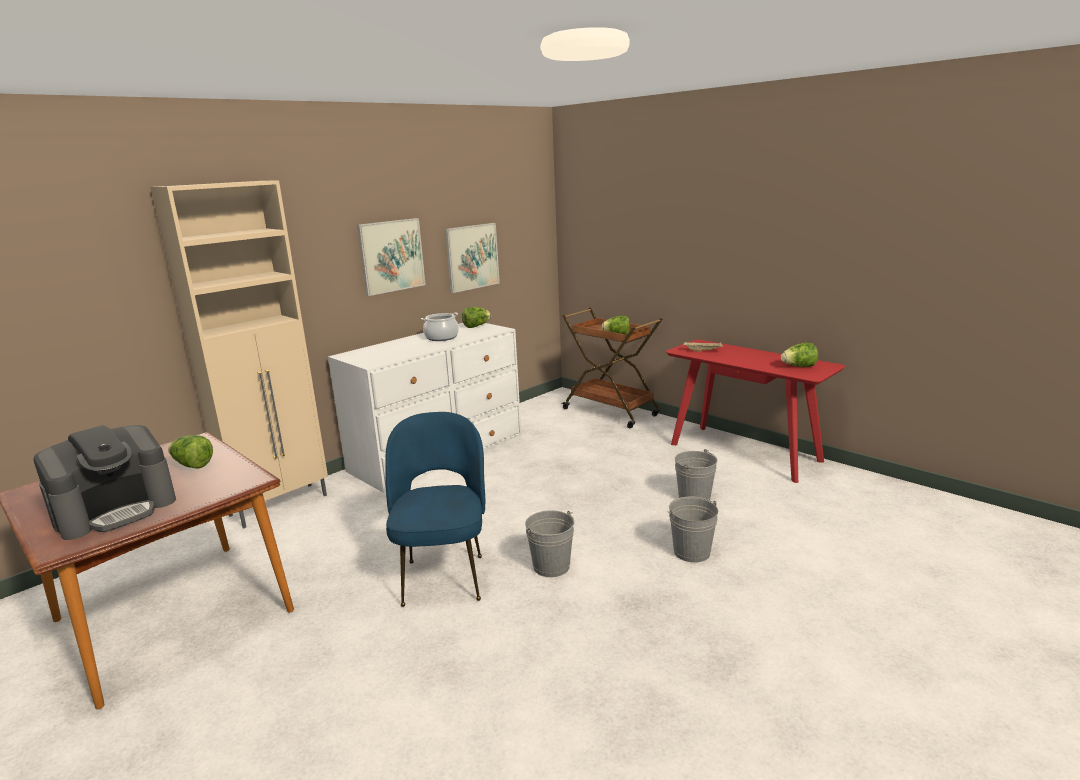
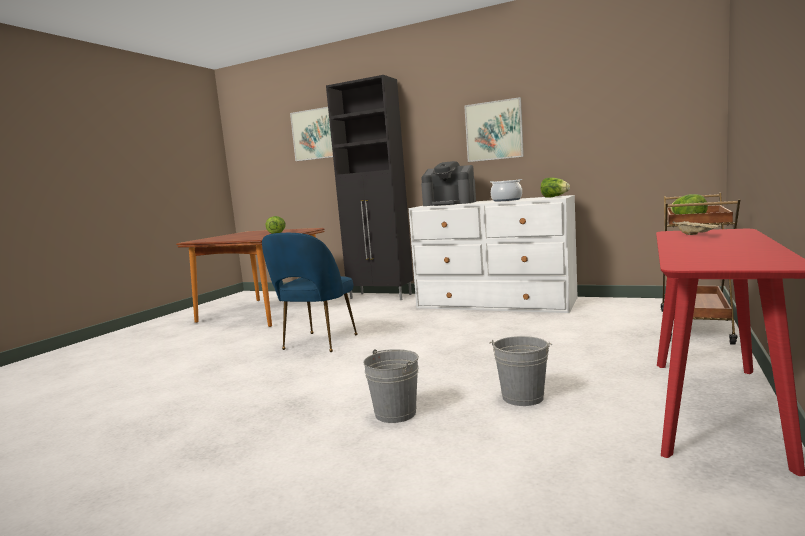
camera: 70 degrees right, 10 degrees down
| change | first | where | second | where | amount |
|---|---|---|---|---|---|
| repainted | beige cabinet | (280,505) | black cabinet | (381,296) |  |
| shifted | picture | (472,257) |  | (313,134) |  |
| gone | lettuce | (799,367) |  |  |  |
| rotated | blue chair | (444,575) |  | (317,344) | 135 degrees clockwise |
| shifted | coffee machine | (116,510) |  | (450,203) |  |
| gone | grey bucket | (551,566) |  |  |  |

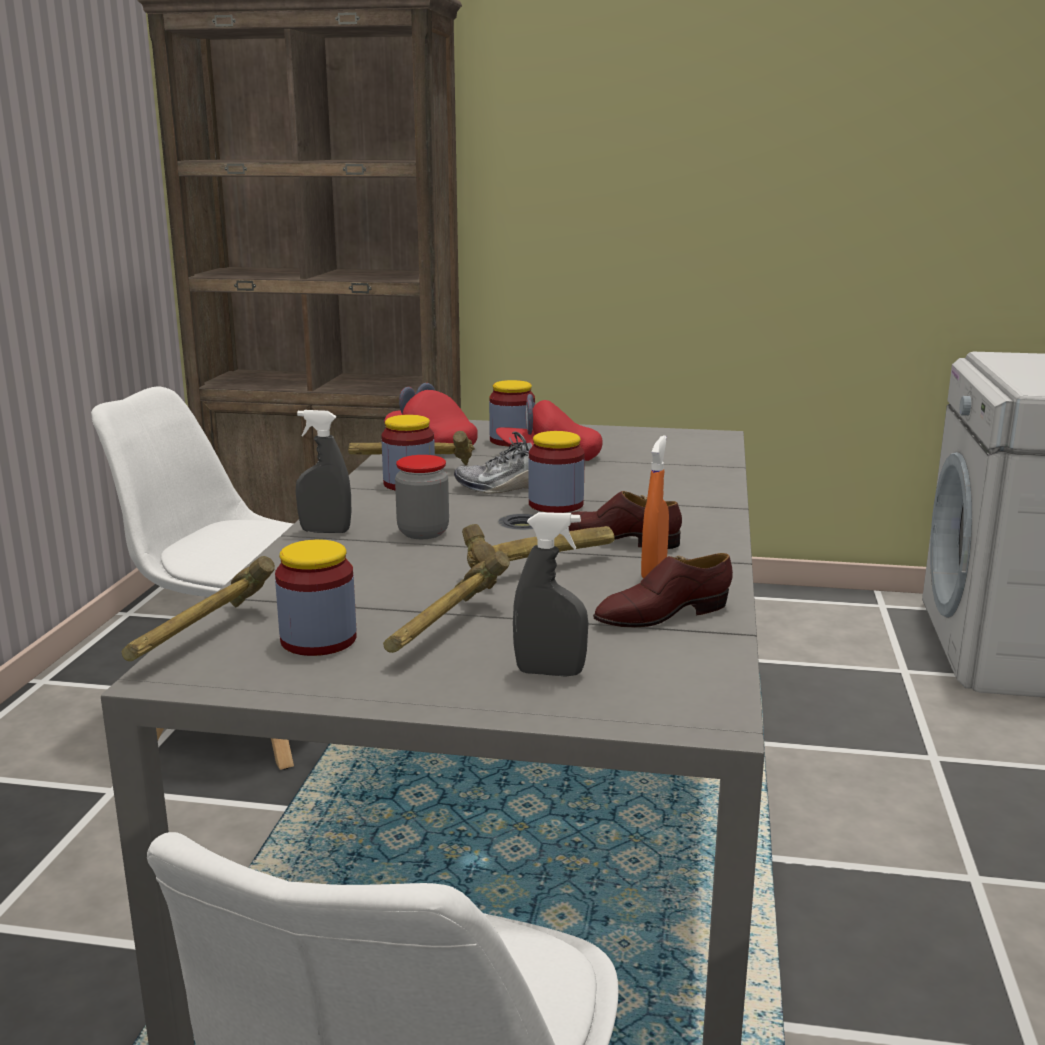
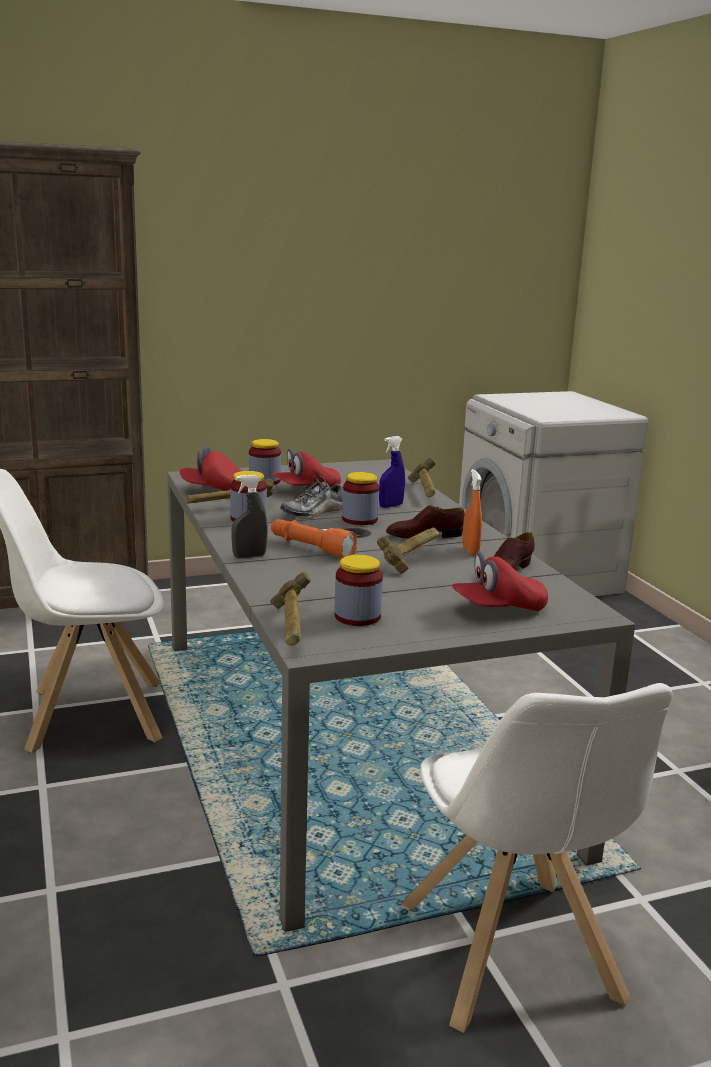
camera: 30 degrees left, 0 degrees up
| change | first | where | second | where | amount |
|---|---|---|---|---|---|
| swapped | jar | (423,533) | orange flashlight | (310,548) |  |
| swapped | grey spray bottle | (550,672) | red cap | (498,609) |  |
| shifted | hammer | (443,632) |  | (424,492) |  |
| new |  |  | blue spray bottle | (391,506) |  |

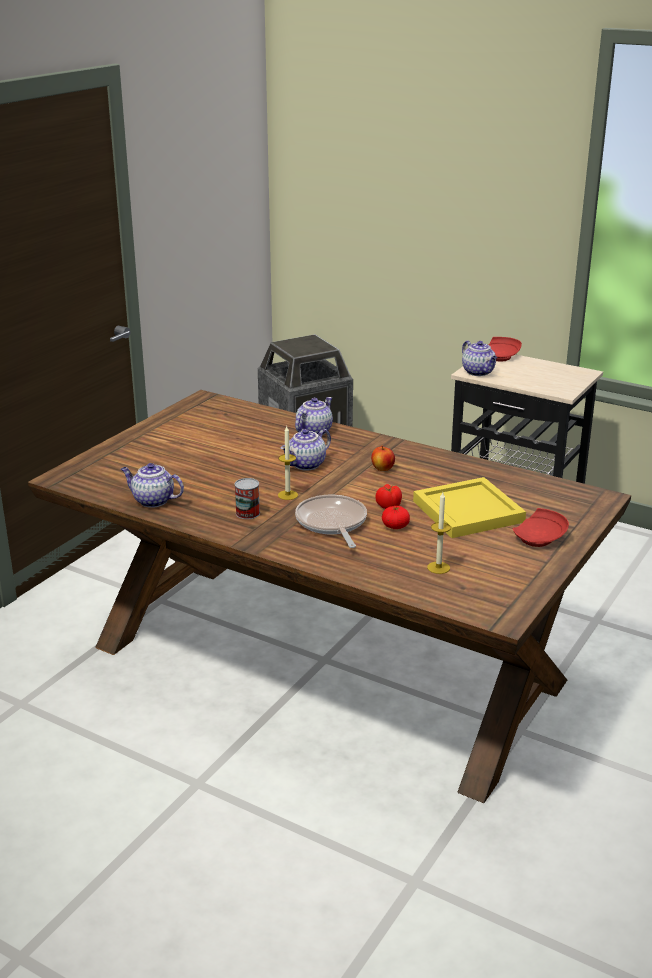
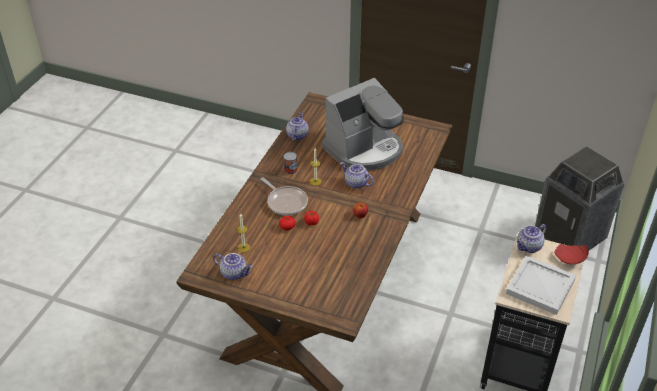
camera: 80 degrees right, 15 degrees up
| change | first | where | second | where | amount |
|---|---|---|---|---|---|
| shifted | teapot | (313,431) |  | (234,273) |  |
| gone | yellow tray | (467,512) |  |  |  |
| rotated | frying pan | (332,523) |  | (286,202) | 75 degrees clockwise |
| gone | red plate | (540,538) |  |  |  |
| new |  |  | coffee machine | (365,149) |  |
| new |  |  | white tray | (541,286) |  |

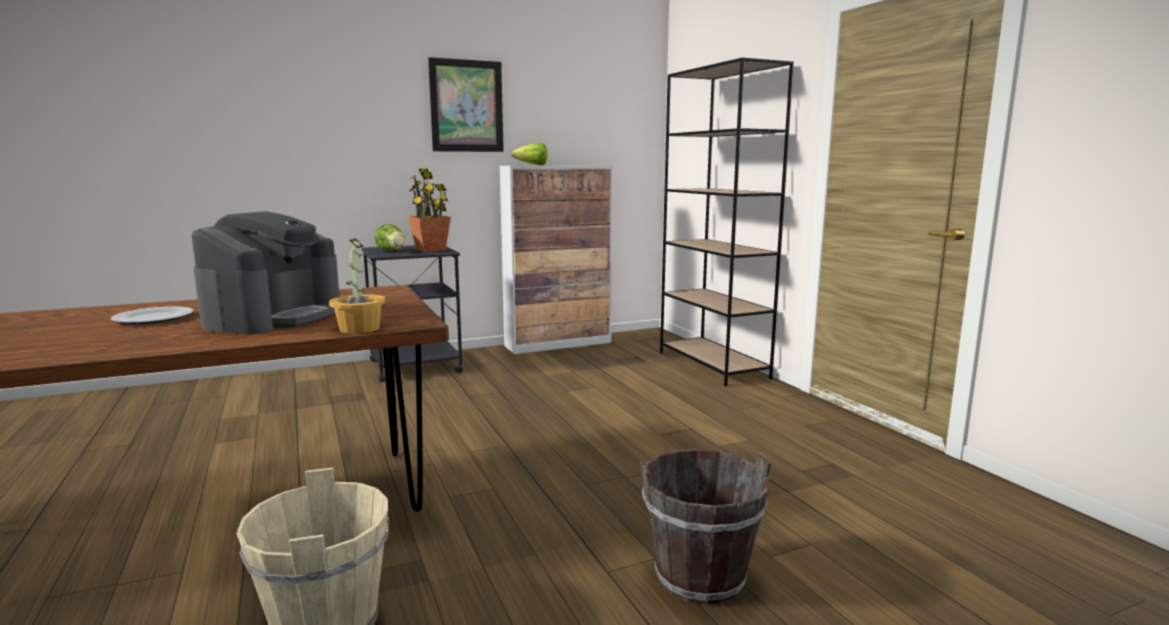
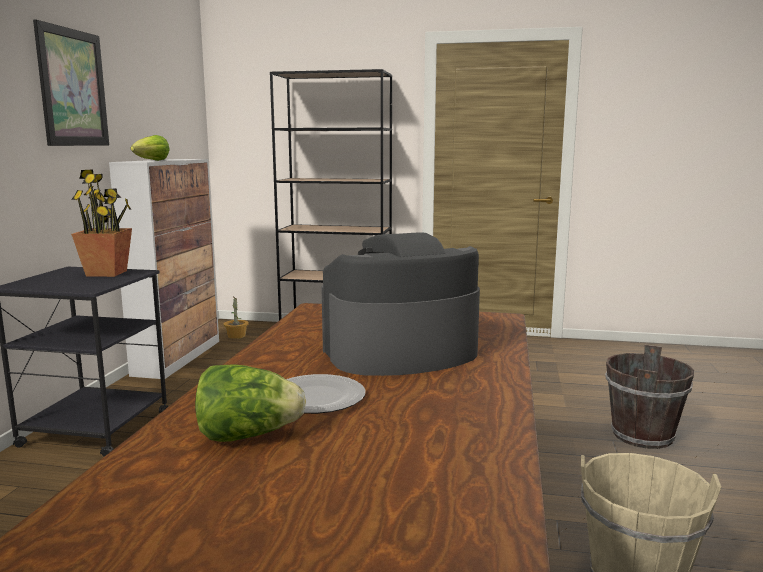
camera: 55 degrees left, 0 degrees up
| change | first | where | second | where | amount |
|---|---|---|---|---|---|
| rotated | coffee machine | (274,317) |  | (399,352) | 75 degrees counterclockwise |
| shifted | lettuce | (392,251) |  | (248,435) |  |
| shifted | potted plant | (359,328) |  | (236,336) |  |

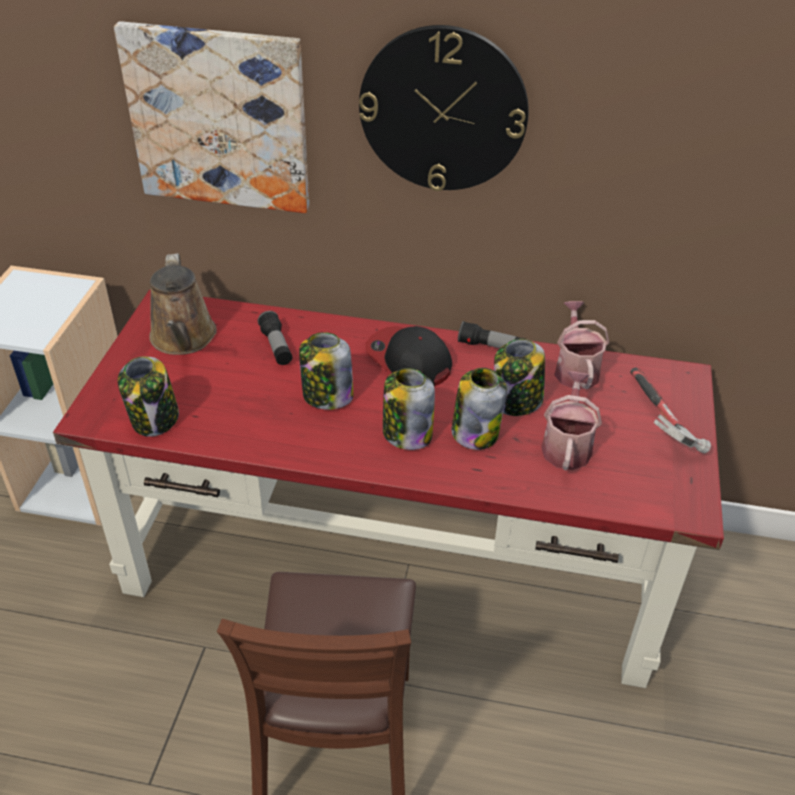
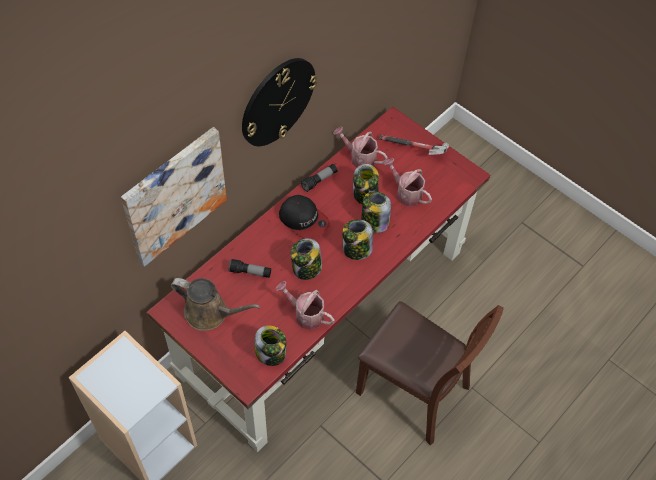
camera: 60 degrees left, 15 degrees up
| change | first | where | second | where | amount |
|---|---|---|---|---|---|
| rotated | cap | (408,360) |  | (304,220) | 120 degrees counterclockwise |
| new |  |  | watering can | (305,314) |  |

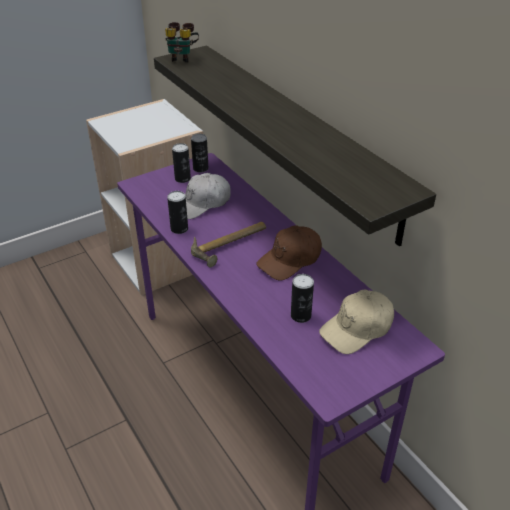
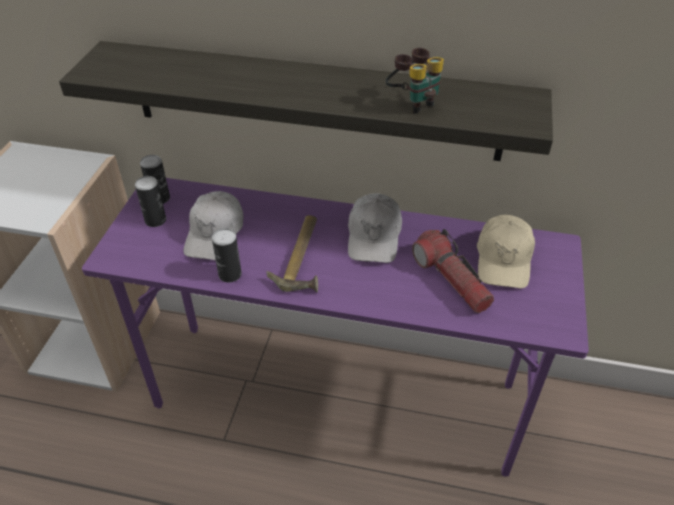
camera: 45 degrees left, 5 degrees up
| change | first | where | second | where | amount |
|---|---|---|---|---|---|
| shifted | binoculars | (182,58) |  | (413,102) |  |
| repainted | brown cap | (290,260) | white cap | (374,236) |  |
| swapped | can | (300,315) | flashlight | (451,280) |  |

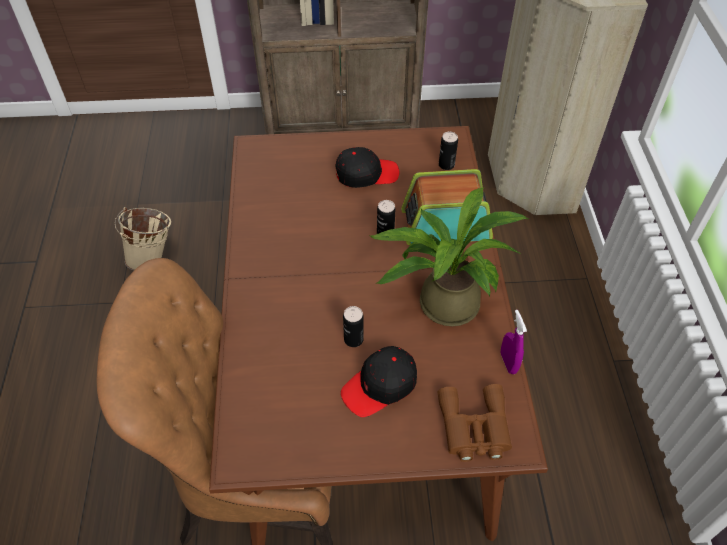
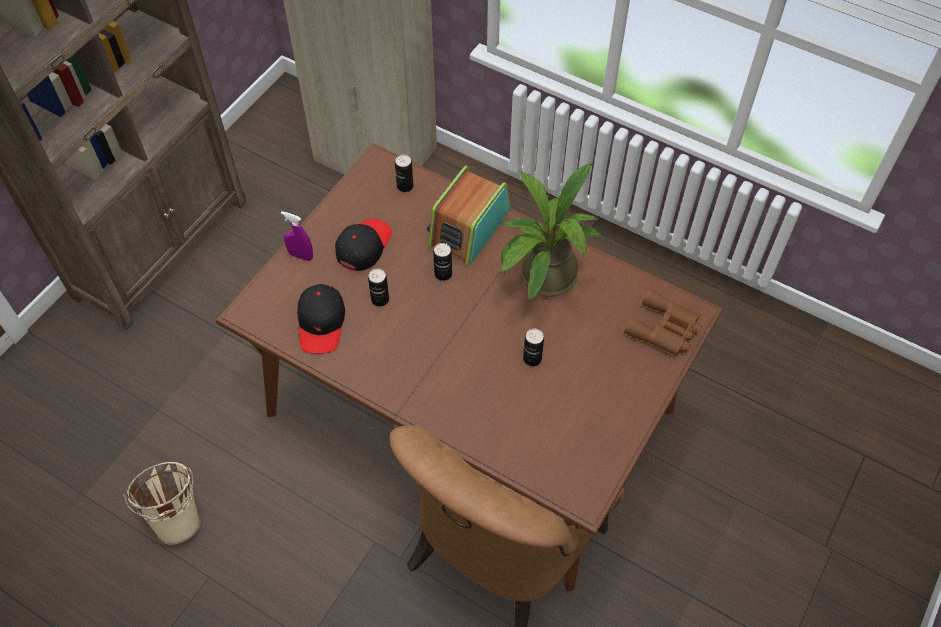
camera: 55 degrees left, 5 degrees up
| change | first | where | second | where | amount |
|---|---|---|---|---|---|
| shifted | purple spray bottle | (508,362) |  | (301,256) |  |
| shifted | black cap | (380,386) |  | (321,323) |  |
| new |  |  | can | (380,299) |  |

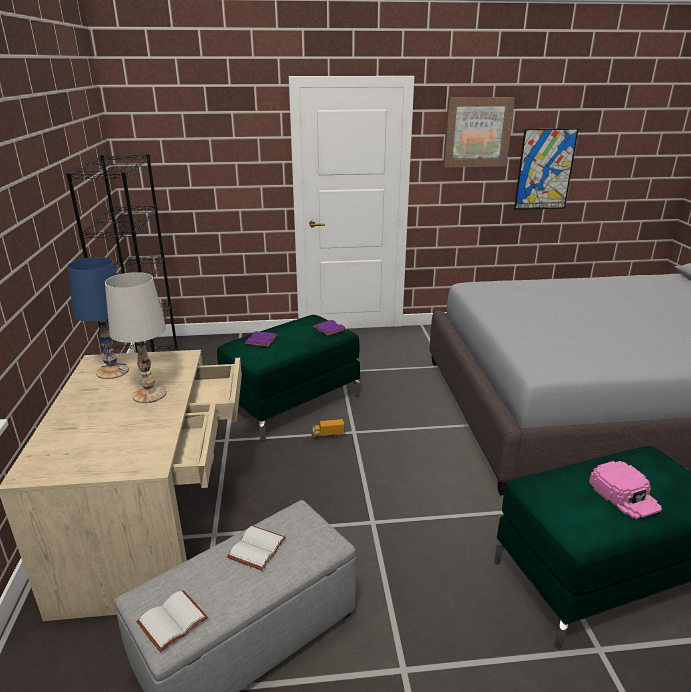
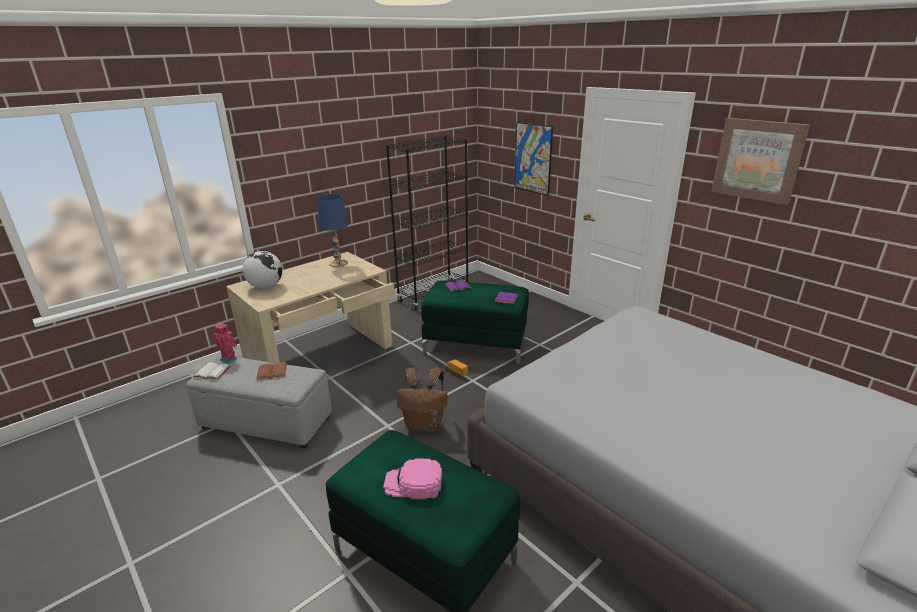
camera: 55 degrees right, 0 degrees up
| change | first | where | second | where | amount |
|---|---|---|---|---|---|
| shifted | picture | (545,170) |  | (533,158) |  |
| gone | white table lamp | (150,394) |  |  |  |
| rotated | pink cap | (624,494) |  | (413,483) | 60 degrees clockwise |
| repainted | white book | (256,547) | brown book | (272,371) |  |
| new |  |  | globe | (265,286) |  |
| new |  |  | toy robot | (229,359) |  |
| new |  |  | brown backpack | (425,425) |  |

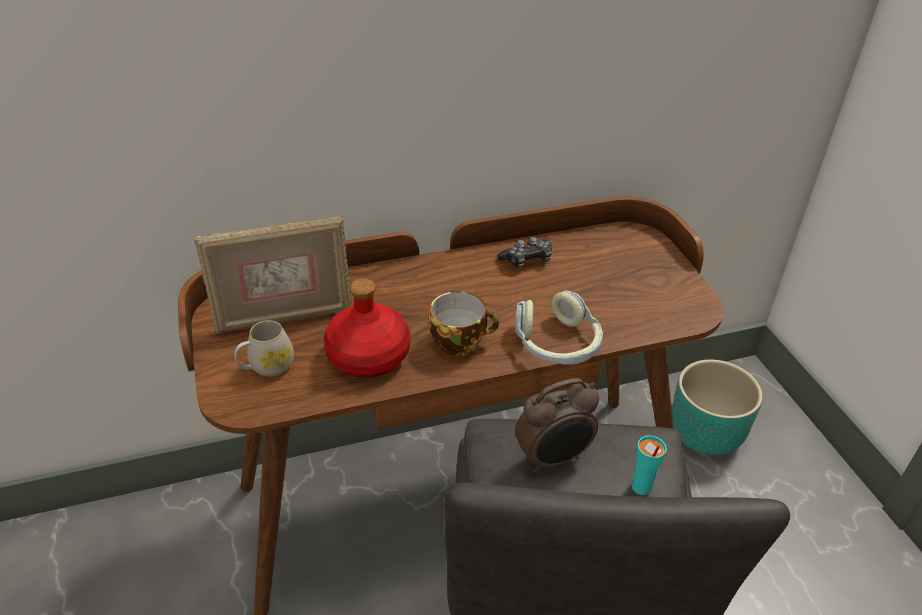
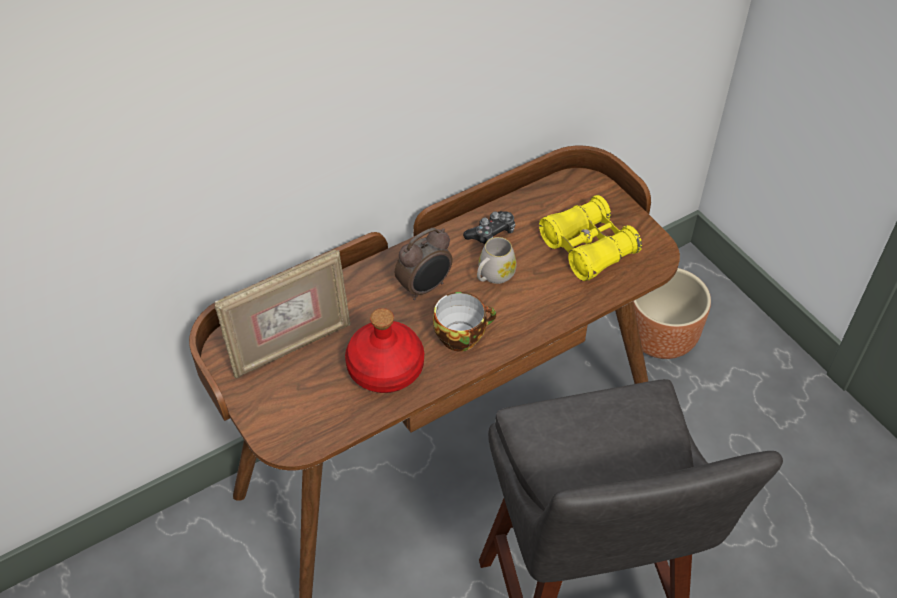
camera: 15 degrees left, 10 degrees up
| change | first | where | second | where | amount |
|---|---|---|---|---|---|
| gone | headphones | (557,344) |  |  |  |
| shifted | white mug | (267,367) |  | (493,276) |  |
| repainted | turquoise planter | (704,434) | brown planter | (659,338) |  |
| shifted | alarm clock | (554,459) |  | (425,288) |  |
| gone | turquoise cup | (641,487) |  |  |  |
| new |  |  | yellow binoculars | (588,248) |  |

